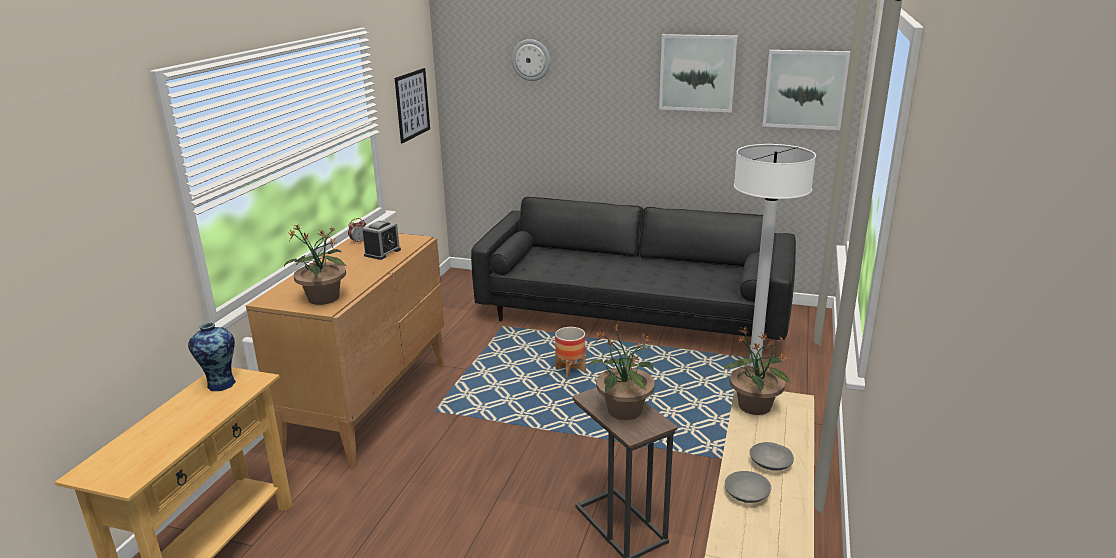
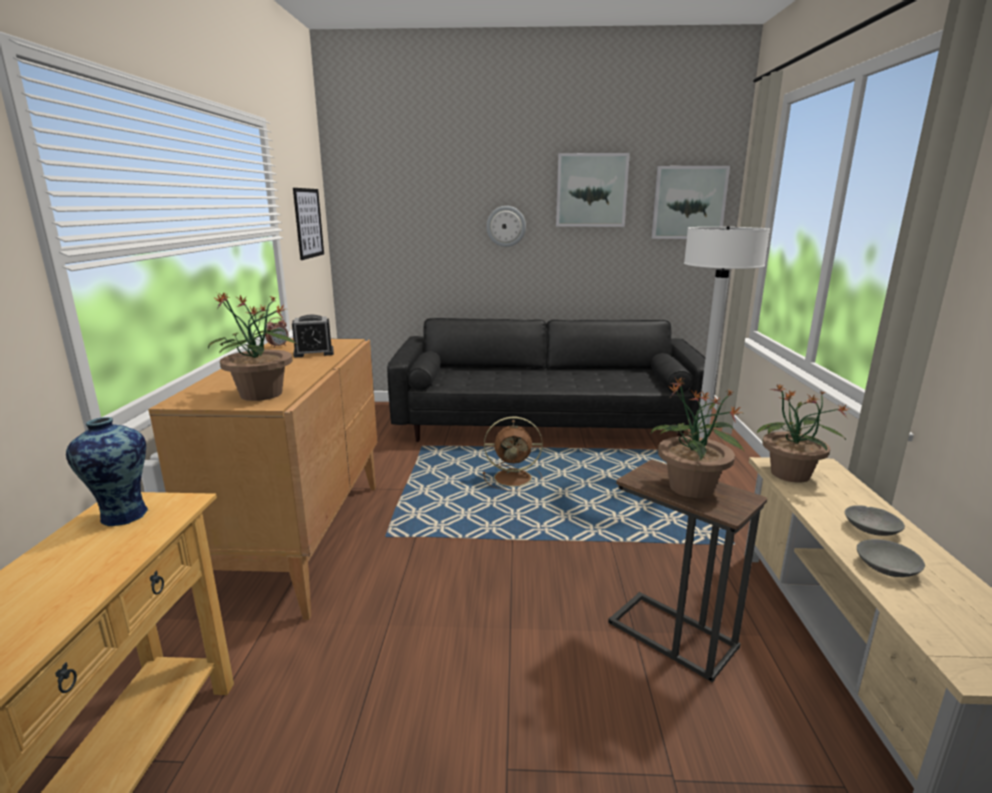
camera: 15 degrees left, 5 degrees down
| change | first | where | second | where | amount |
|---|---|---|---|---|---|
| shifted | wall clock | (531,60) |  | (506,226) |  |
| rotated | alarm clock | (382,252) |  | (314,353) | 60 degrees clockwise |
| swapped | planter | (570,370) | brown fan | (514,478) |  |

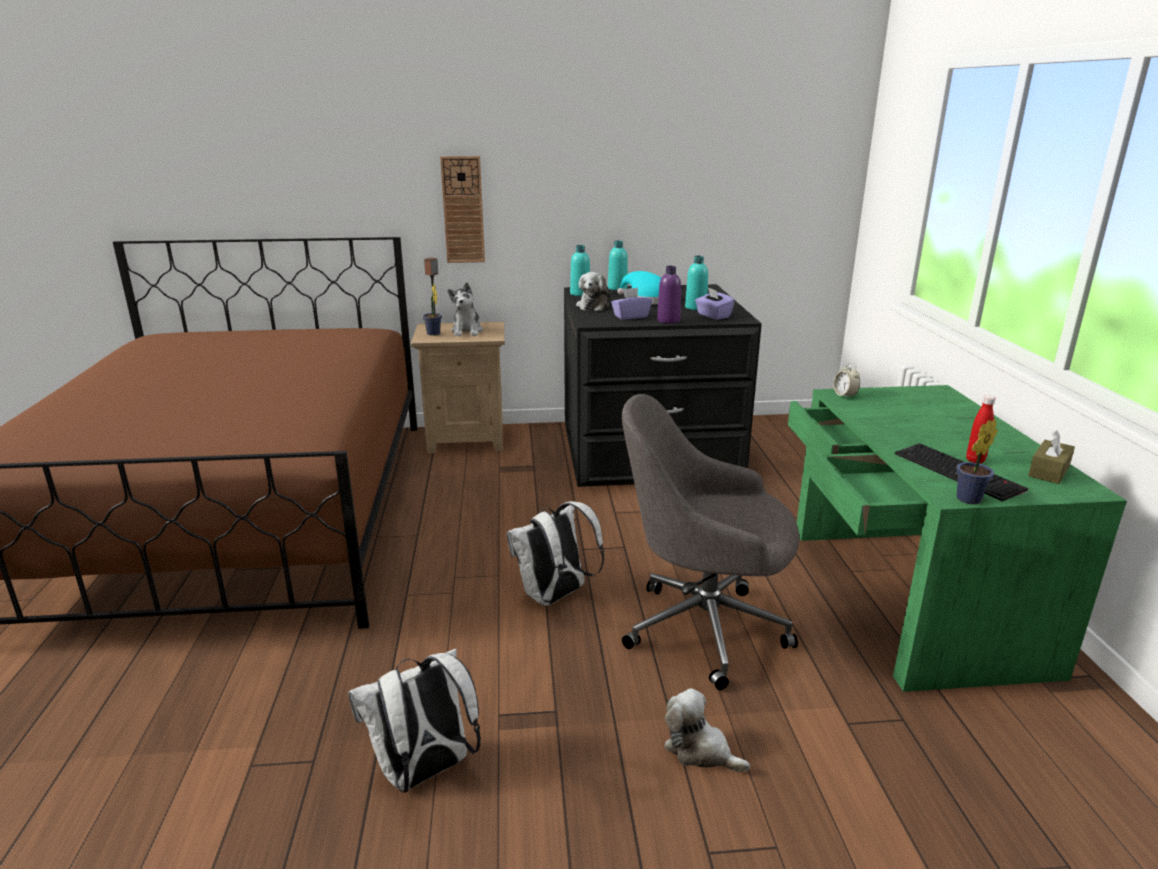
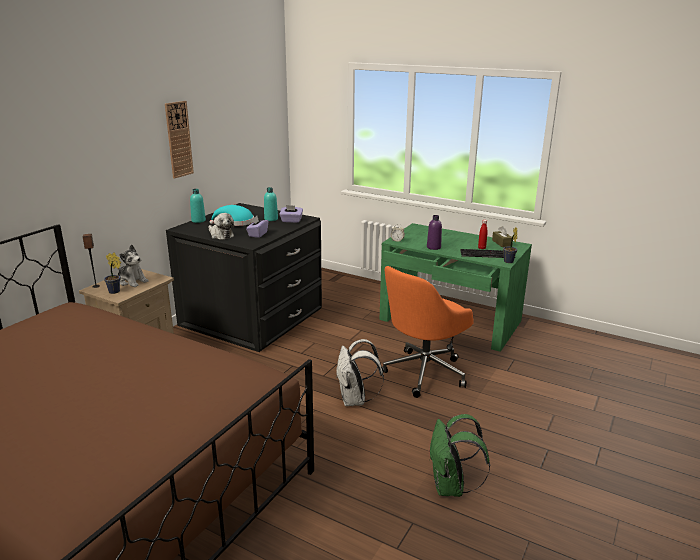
camera: 55 degrees left, 0 degrees up
| change | first | where | second | where | amount |
|---|---|---|---|---|---|
| shifted | wall clock | (463,210) |  | (178,139) |  |
| gone | turquoise bottle | (580,294) |  |  |  |
| shifted | purple bottle | (668,320) |  | (433,247) |  |
| repainted | grey office chair | (703,630) | orange office chair | (424,373) |  |
| repainted | white backpack | (424,772) | green backpack | (451,487) |  |
| gone | plush toy | (700,750) |  |  |  |

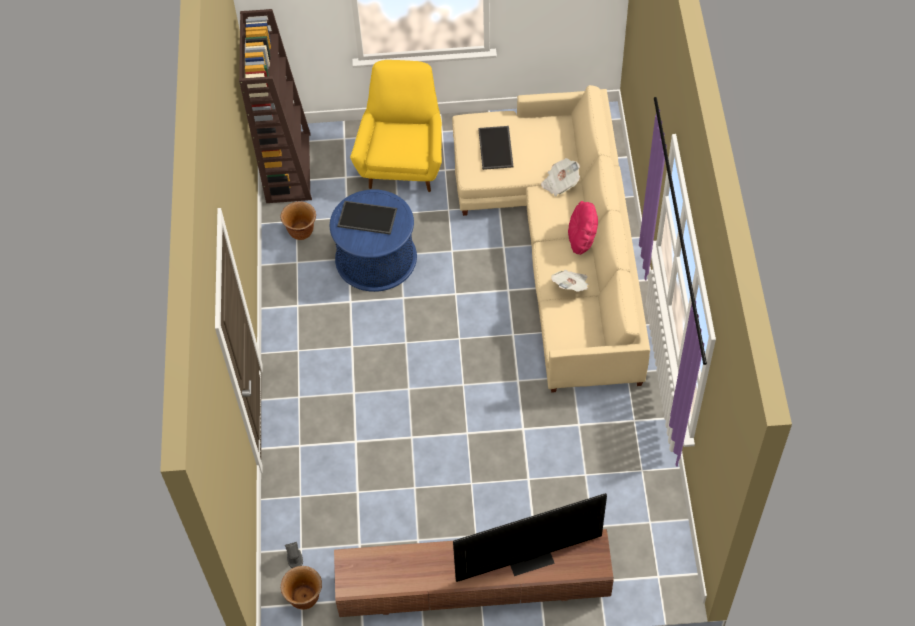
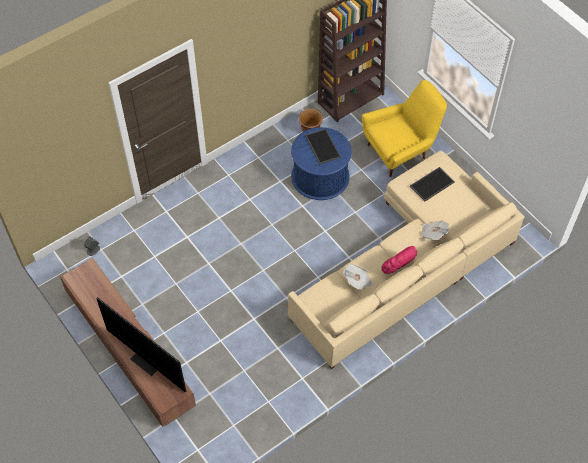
camera: 55 degrees right, 0 degrees up
| change | first | where | second | where | amount |
|---|---|---|---|---|---|
| gone | brown planter | (304,597) |  |  |  |

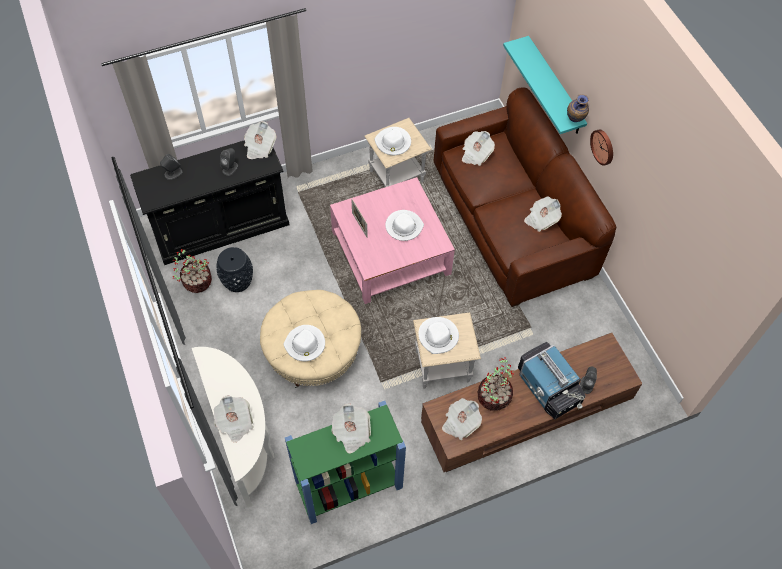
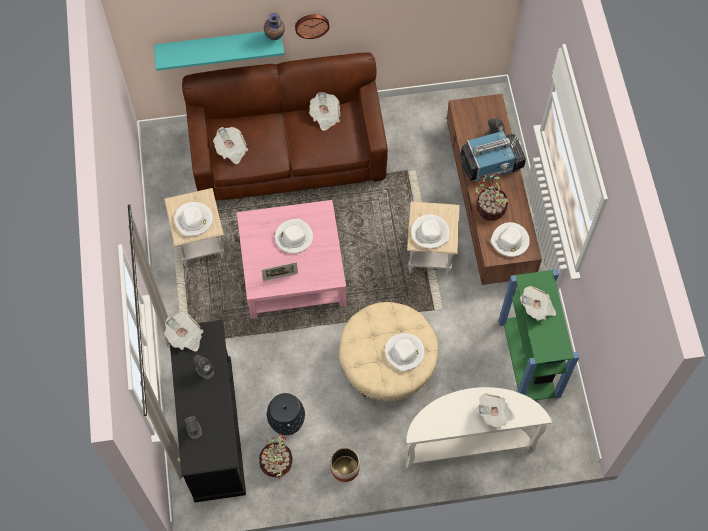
camera: 75 degrees left, 5 degrees up
| change | first | where | second | where | amount |
|---|---|---|---|---|---|
| swapped | newspaper | (460,423) | white hat | (510,241) |  |
| new |  |  | planter | (345,468) |  |

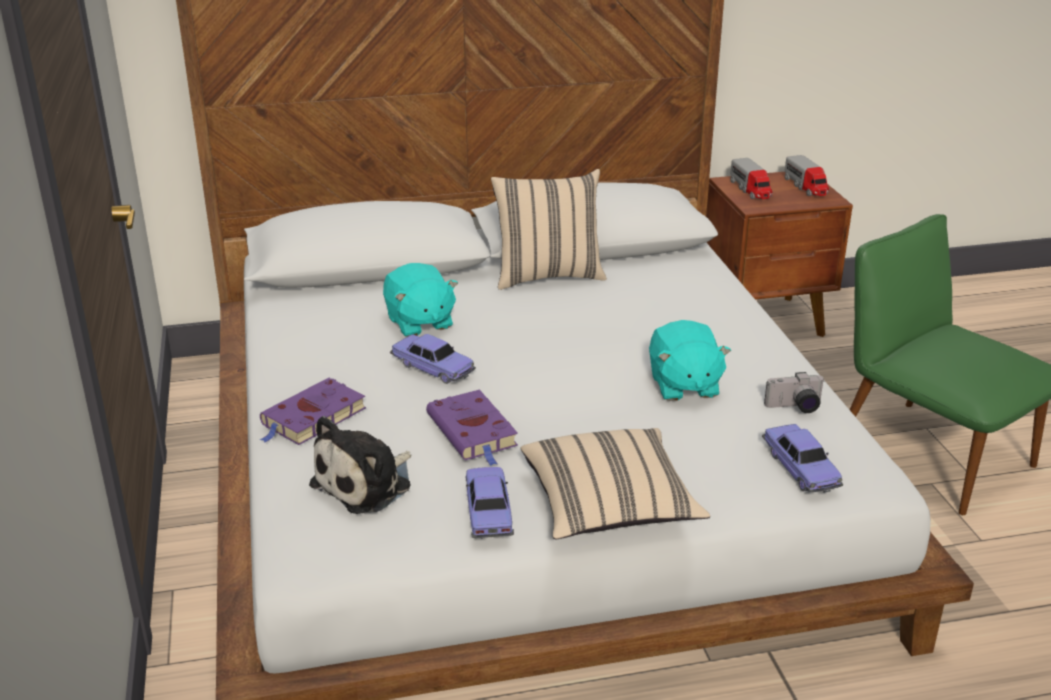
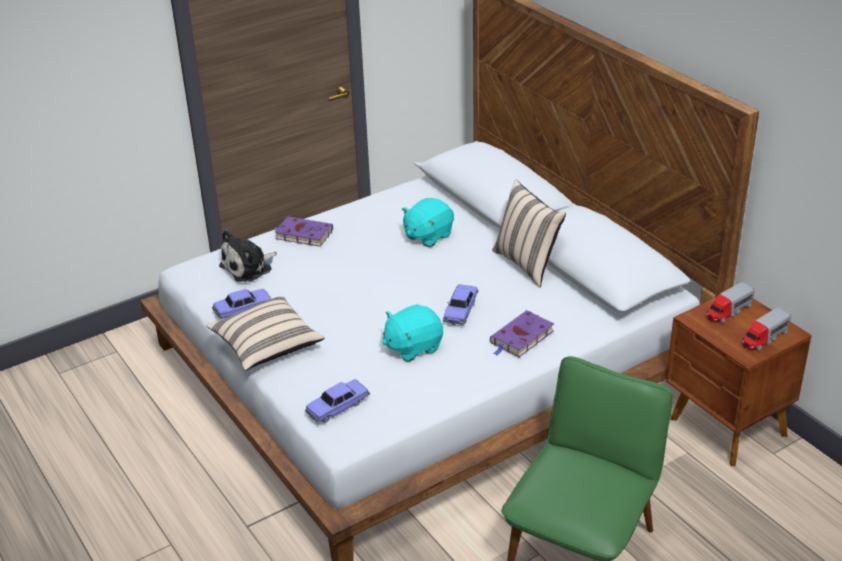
camera: 70 degrees right, 5 degrees up
| change | first | where | second | where | amount |
|---|---|---|---|---|---|
| shifted | toy car | (433,368) |  | (460,310) |  |
| gone | photo camera | (795,407) |  |  |  |
| shifted | purple book | (473,432) |  | (521,338) |  |
| rotated | plush toy | (366,484) |  | (249,267) | 60 degrees counterclockwise |

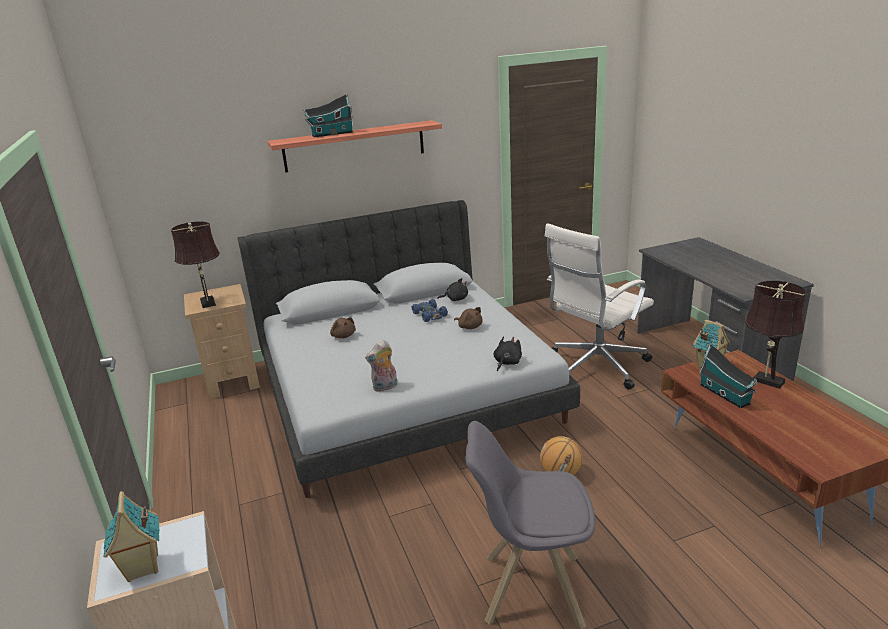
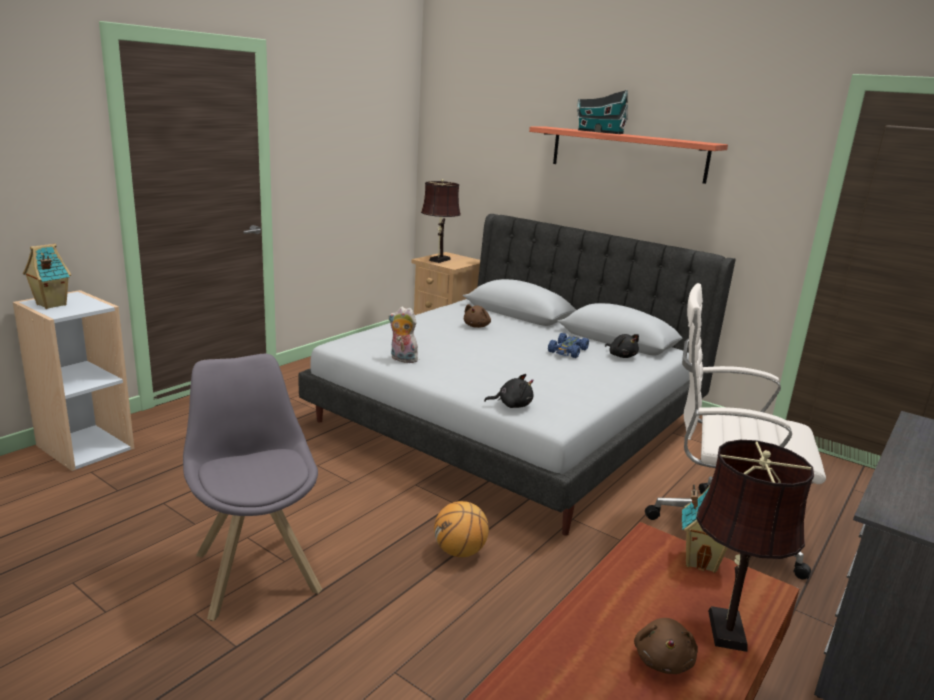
camera: 55 degrees right, 5 degrees down
| change | first | where | second | where | amount |
|---|---|---|---|---|---|
| shifted | brown plush toy | (469,327) |  | (663,659) |  |
| gone | toy house | (726,395) |  |  |  |

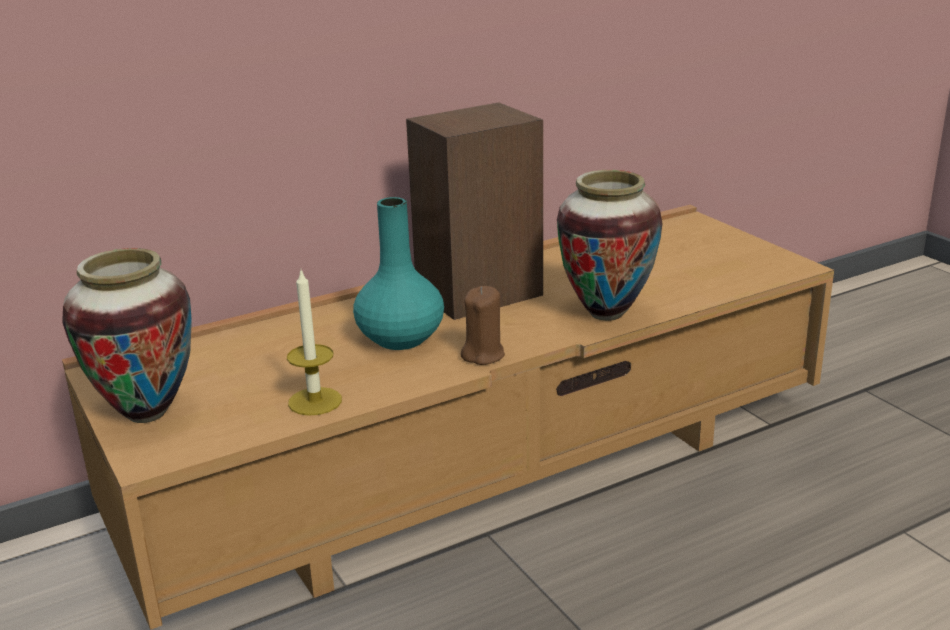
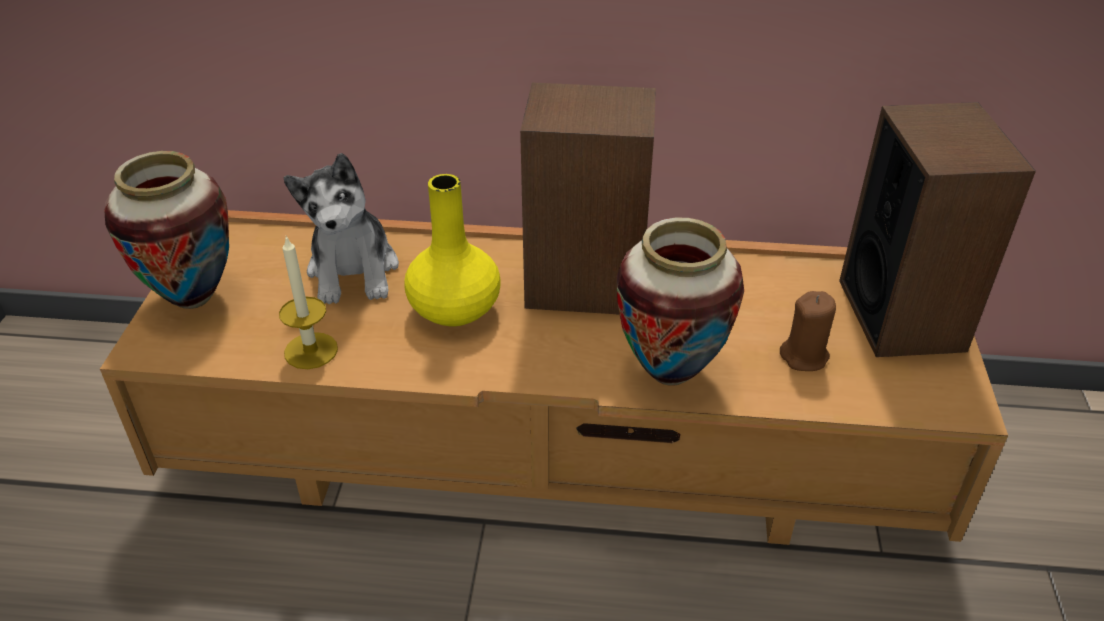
camera: 35 degrees right, 15 degrees up
| change | first | where | second | where | amount |
|---|---|---|---|---|---|
| repainted | turquoise vase | (399,338) | yellow vase | (454,309) |  |
| shifted | brown candle | (483,355) |  | (804,356) |  |
| new |  |  | speaker | (901,314) |  |
| new |  |  | plush toy | (354,271) |  |

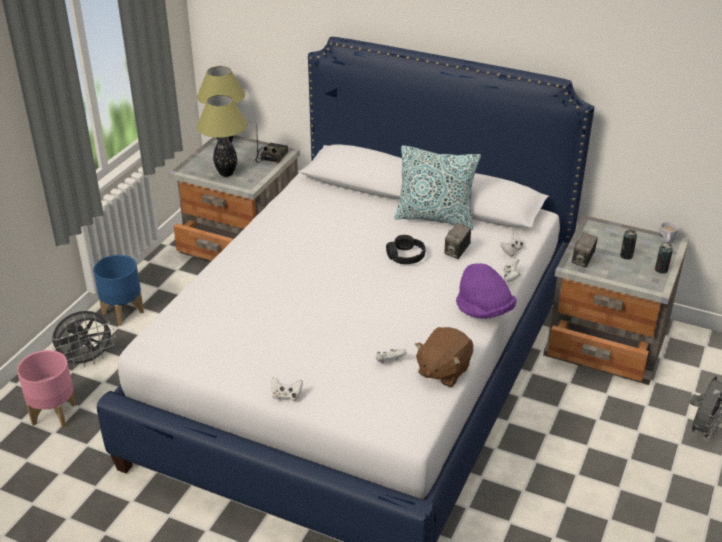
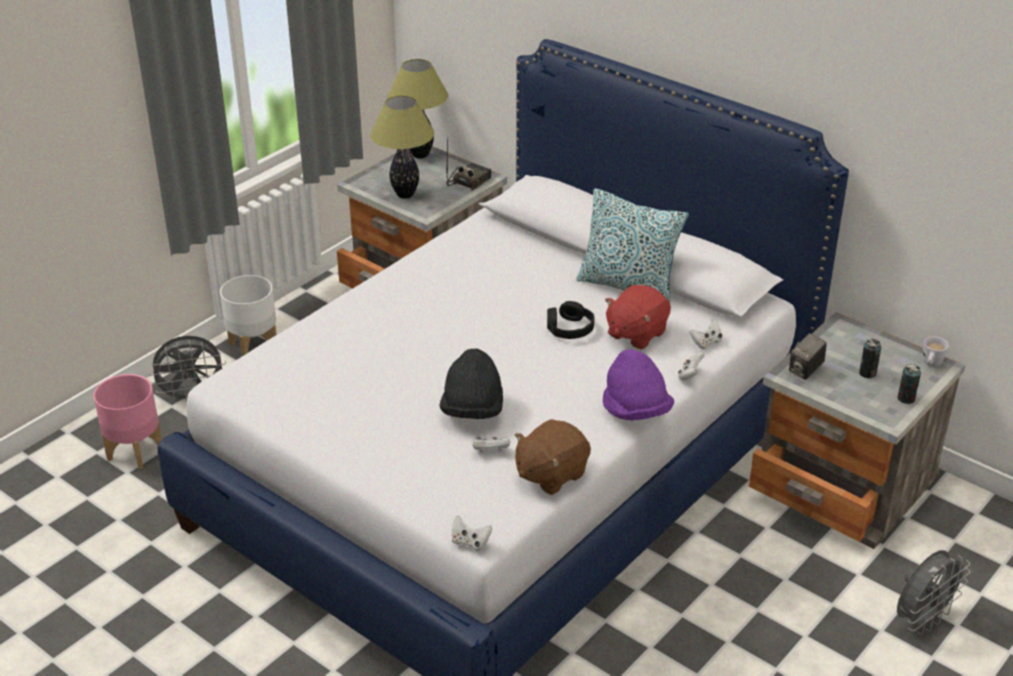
camera: 15 degrees right, 0 degrees up
| change | first | where | second | where | amount |
|---|---|---|---|---|---|
| swapped | photo camera | (457,252) | red plush toy | (636,333) |  |
| repainted | blue planter | (123,312) | white planter | (254,347) |  |
| shifted | white game controller | (286,395) |  | (470,542) |  |
| new |  |  | black hat | (472,410) |  |

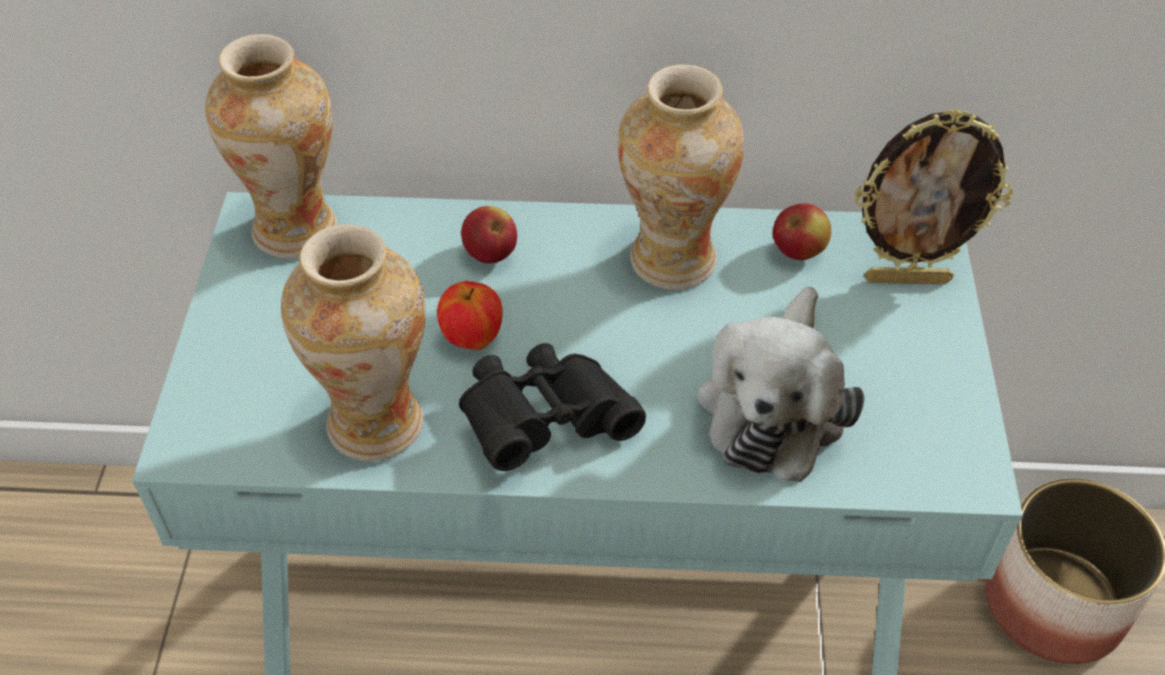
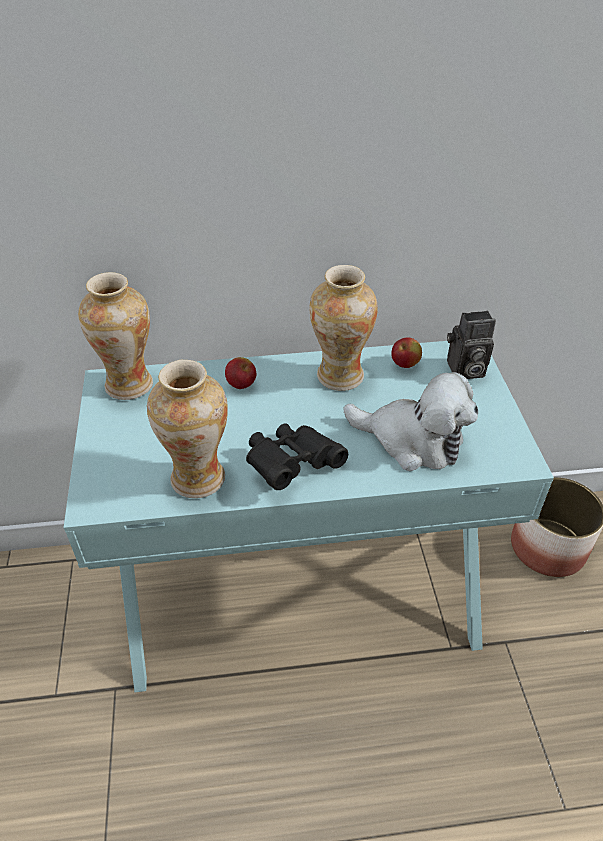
camera: 10 degrees left, 5 degrees down
| change | first | where | second | where | amount |
|---|---|---|---|---|---|
| swapped | picture frame | (907,279) | photo camera | (464,371) |  |
| gone | apple | (472,339) |  |  |  |
| rotated | plush toy | (774,405) |  | (412,440) | 75 degrees counterclockwise |

